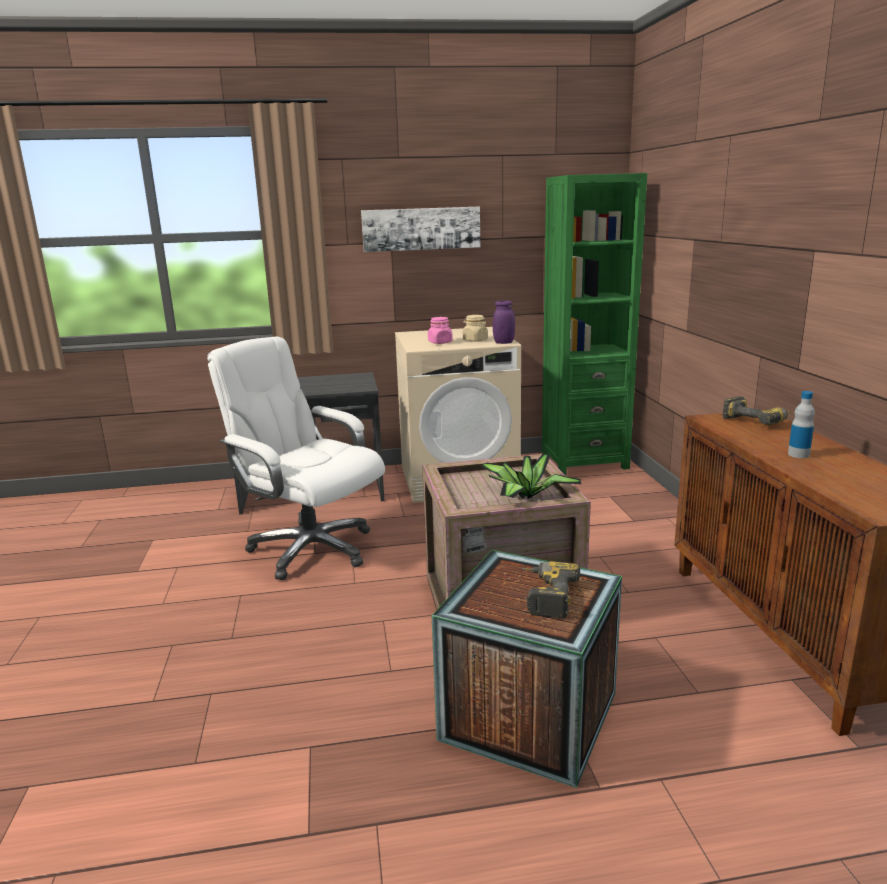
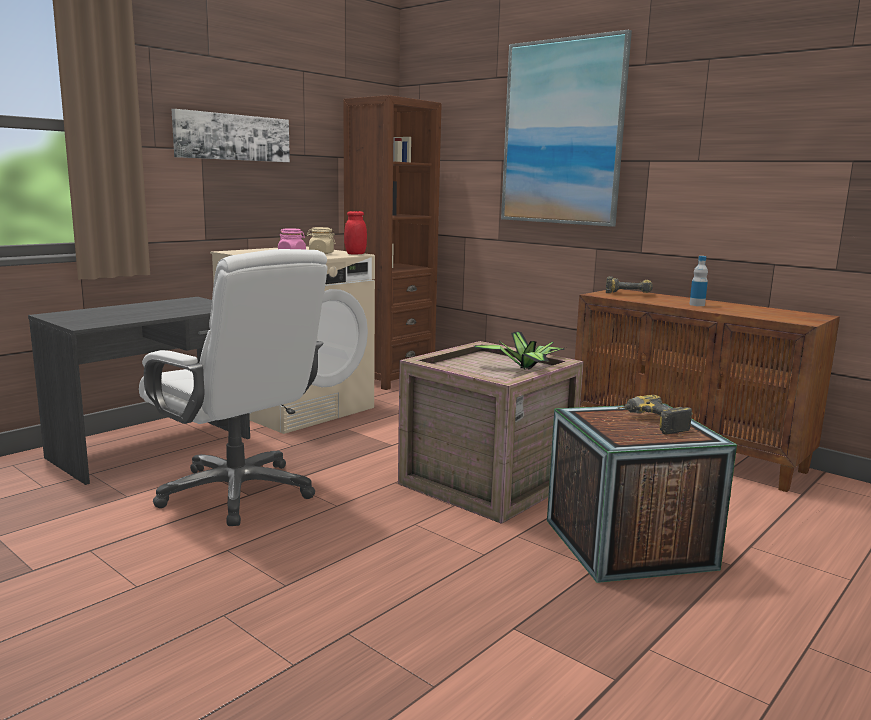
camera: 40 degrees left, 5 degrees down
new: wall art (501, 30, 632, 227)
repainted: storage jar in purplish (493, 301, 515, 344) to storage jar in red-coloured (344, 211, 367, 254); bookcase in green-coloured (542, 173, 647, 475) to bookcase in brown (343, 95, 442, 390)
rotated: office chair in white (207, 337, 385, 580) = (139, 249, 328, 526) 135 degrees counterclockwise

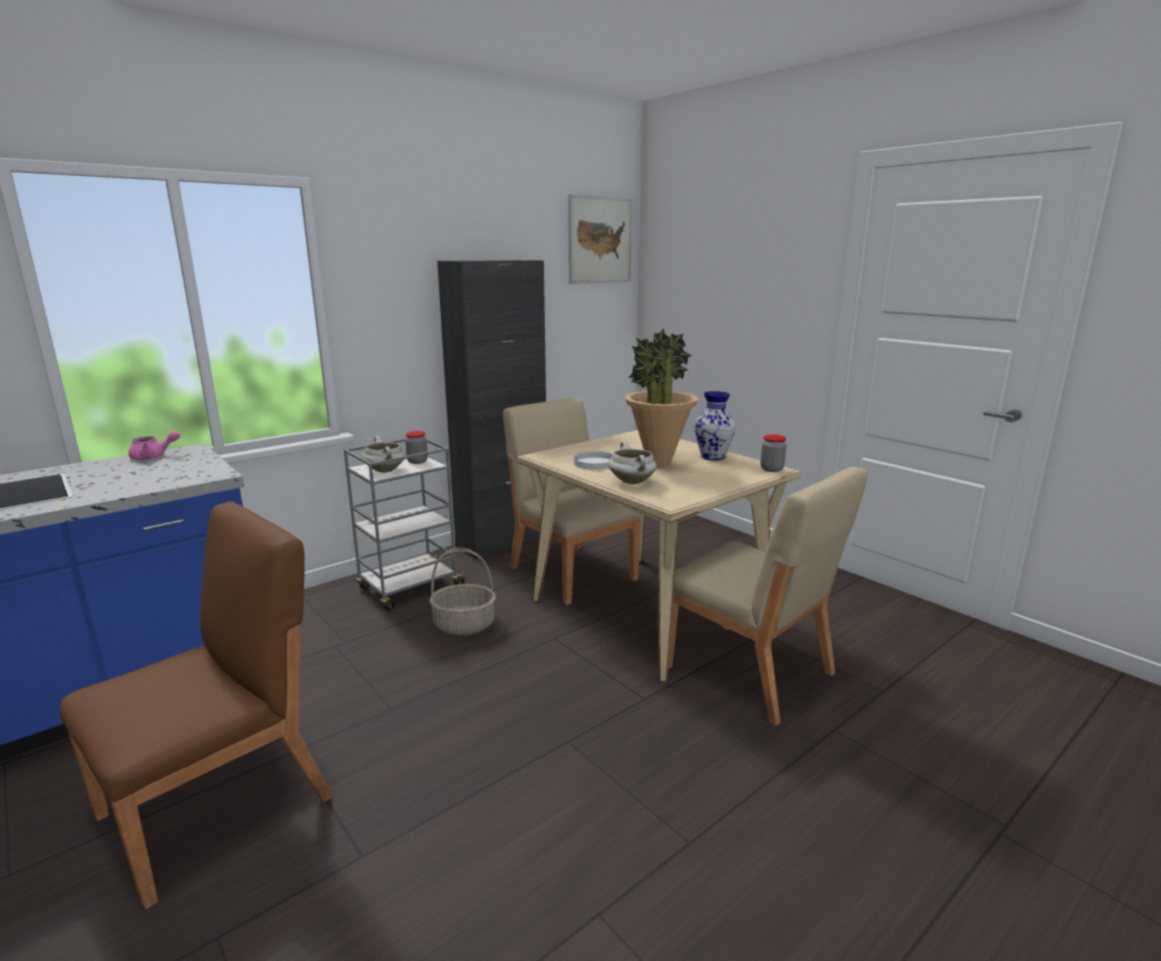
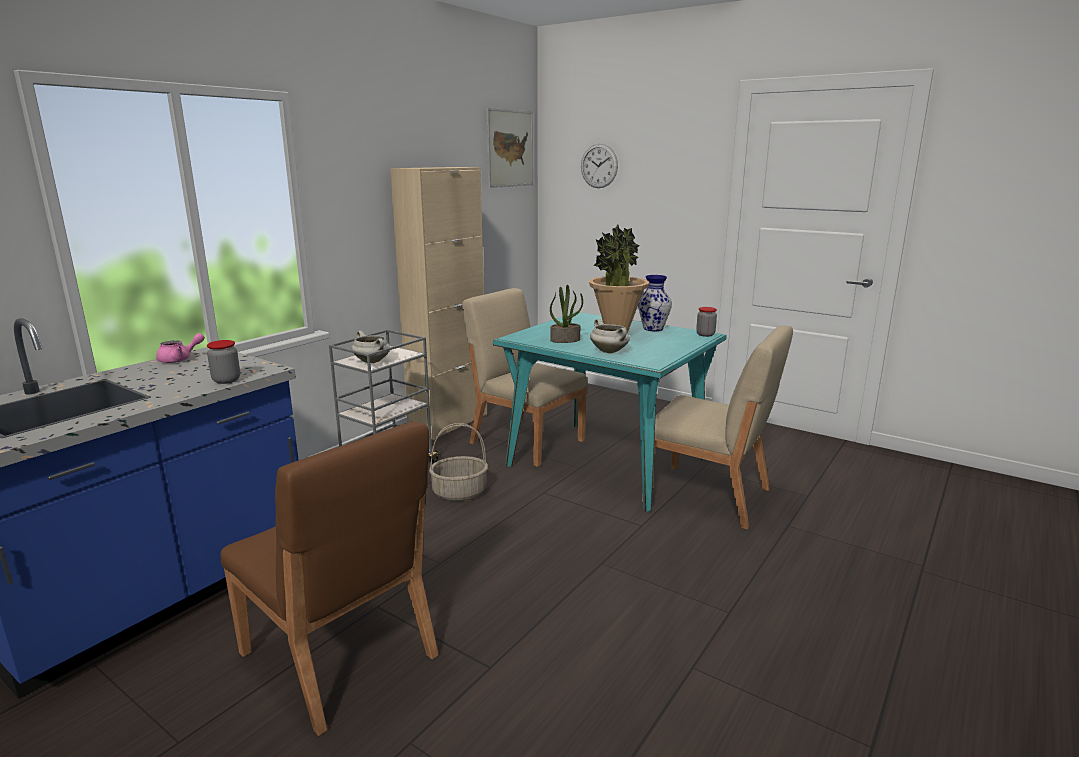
camera: 15 degrees left, 0 degrees up
new: hanging clock (581, 144, 618, 188)
shifted: storage jar (405, 431, 428, 464) to (207, 340, 240, 384)
swapped: plate in white (574, 451, 613, 470) to houseplant (550, 285, 583, 343)
repainted: storage cabinet in black (437, 260, 546, 559) to storage cabinet in beige-coloured (390, 167, 487, 440); dinner table in beige-coloured (517, 430, 801, 681) to dinner table in turquoise-coloured (493, 312, 727, 512)
rotated: plain chair in brown (60, 501, 333, 909) = (220, 421, 439, 736) 105 degrees clockwise

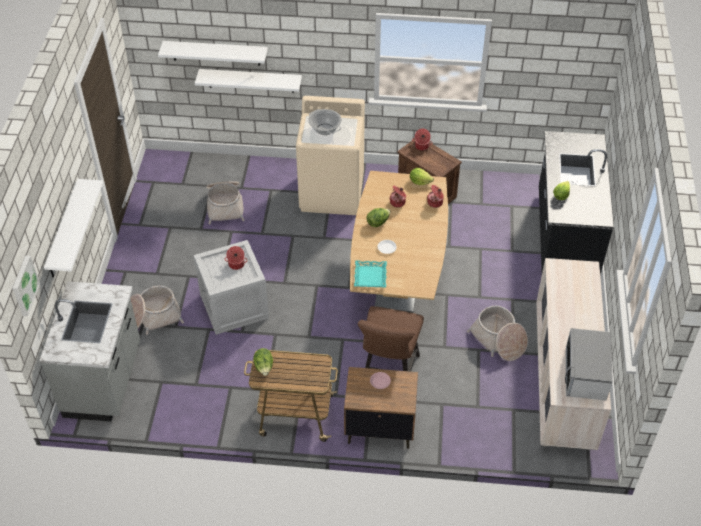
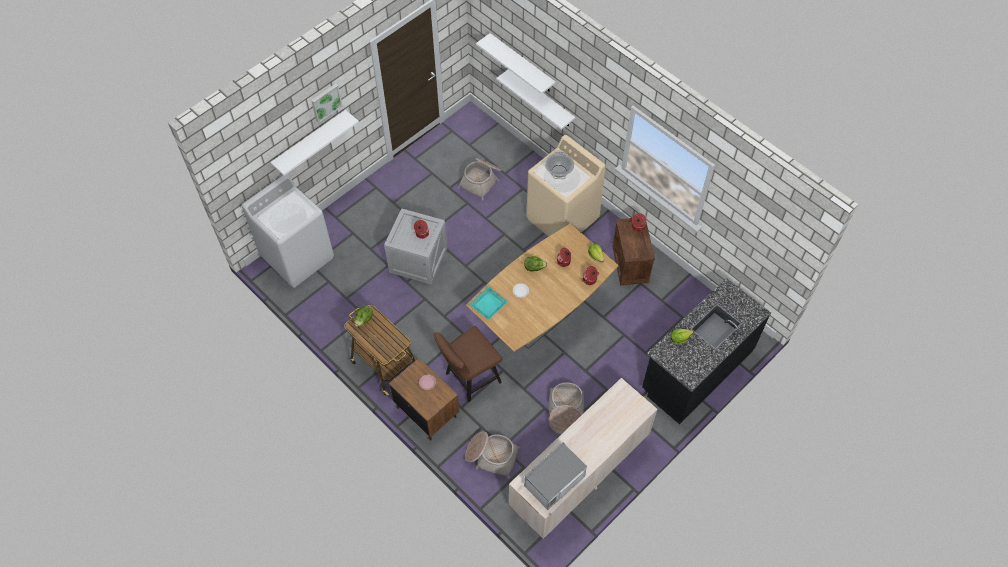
camera: 40 degrees right, 10 degrees up
shifted: wall art (12, 255, 40, 316) to (311, 84, 343, 123); household basket (130, 286, 184, 334) to (465, 431, 520, 479)
swapped: kitchen counter in greyish (39, 281, 140, 422) to laundry machine in white (241, 174, 334, 288)

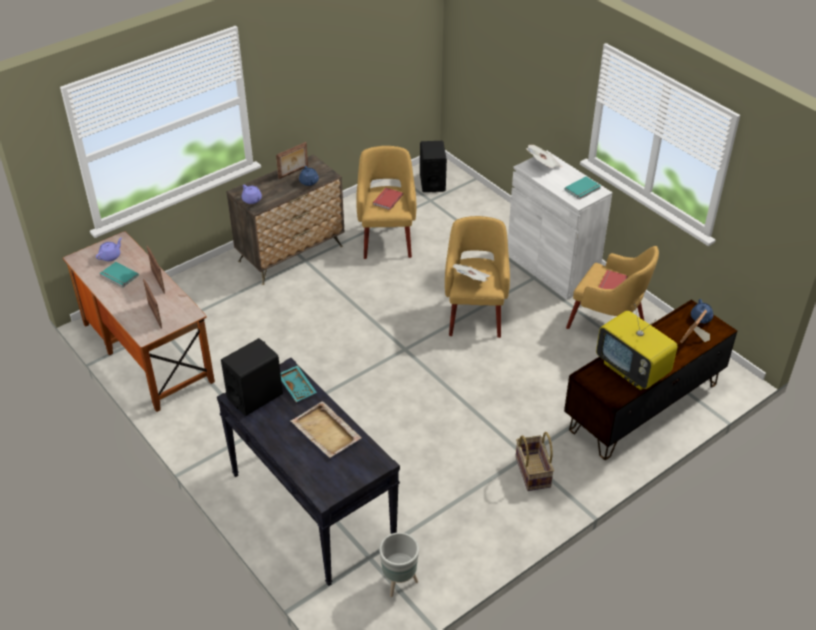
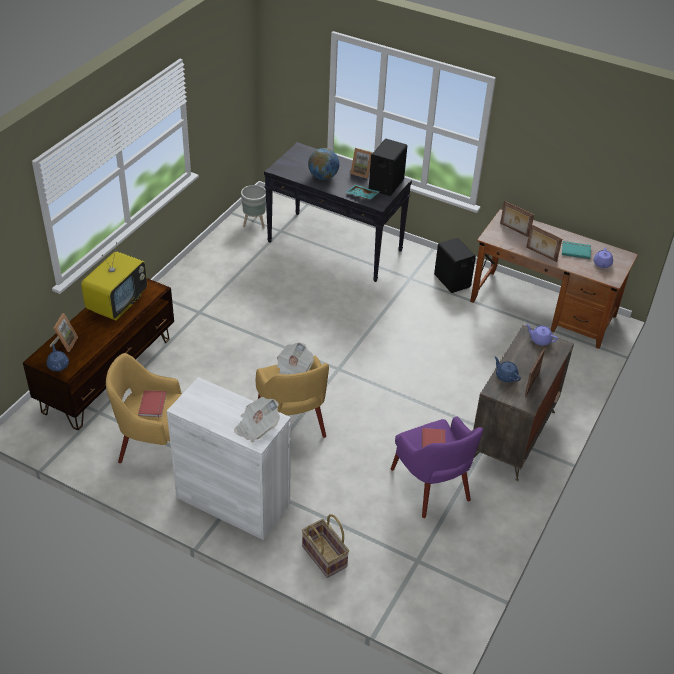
camera: 155 degrees right, 0 degrees up
gone: book in turquoise-coloured (565, 176, 601, 200)
new: photo frame (350, 148, 373, 179)
shifted: loudspeaker in black (420, 141, 447, 192) to (434, 238, 476, 293); household basket (515, 432, 554, 491) to (302, 514, 349, 578)
swapped: carrying tray in beige-coloured (290, 401, 362, 458) to desk globe (308, 148, 339, 180)
repainted: armchair in yellow-coloured (356, 146, 417, 259) to armchair in purplish (391, 416, 483, 518)
rotated: television (596, 304, 677, 390) = (81, 242, 147, 320) 90 degrees clockwise

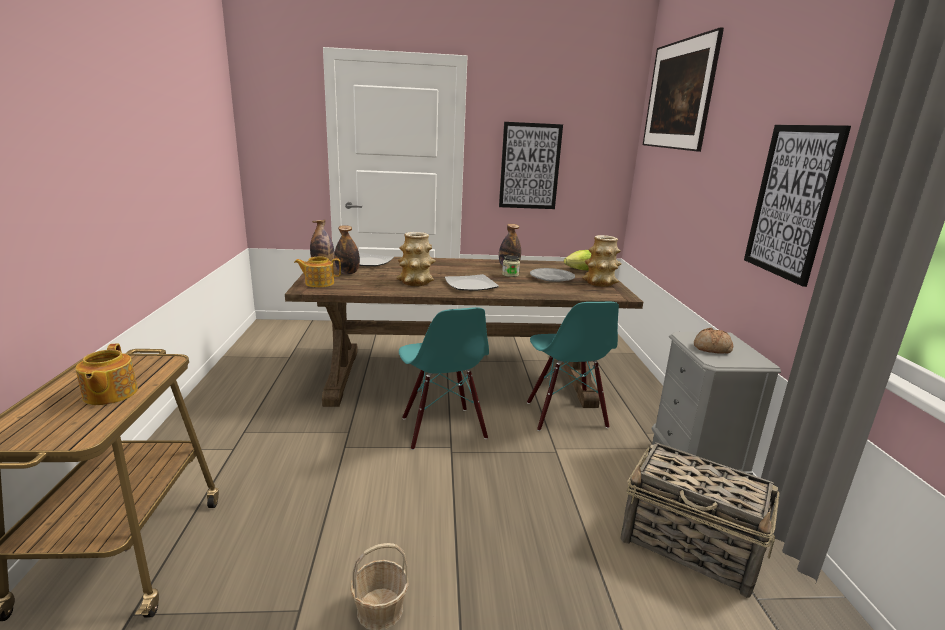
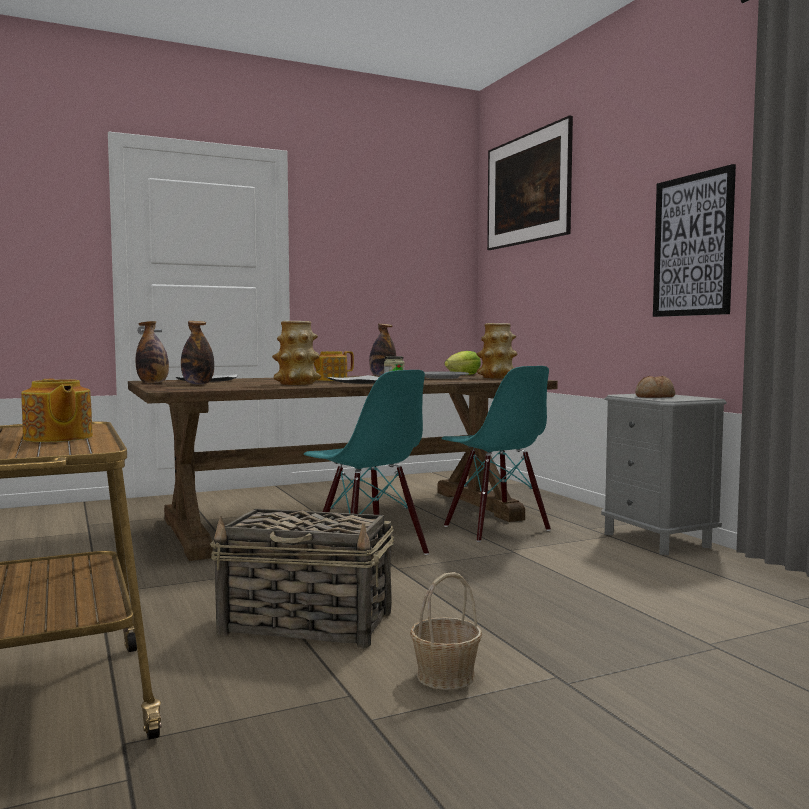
camera: 20 degrees left, 15 degrees down
gone: wall art (499, 122, 563, 209)
shifted: pot for tea (294, 257, 341, 288) to (314, 351, 354, 381); household basket (621, 442, 780, 598) to (210, 509, 394, 649)

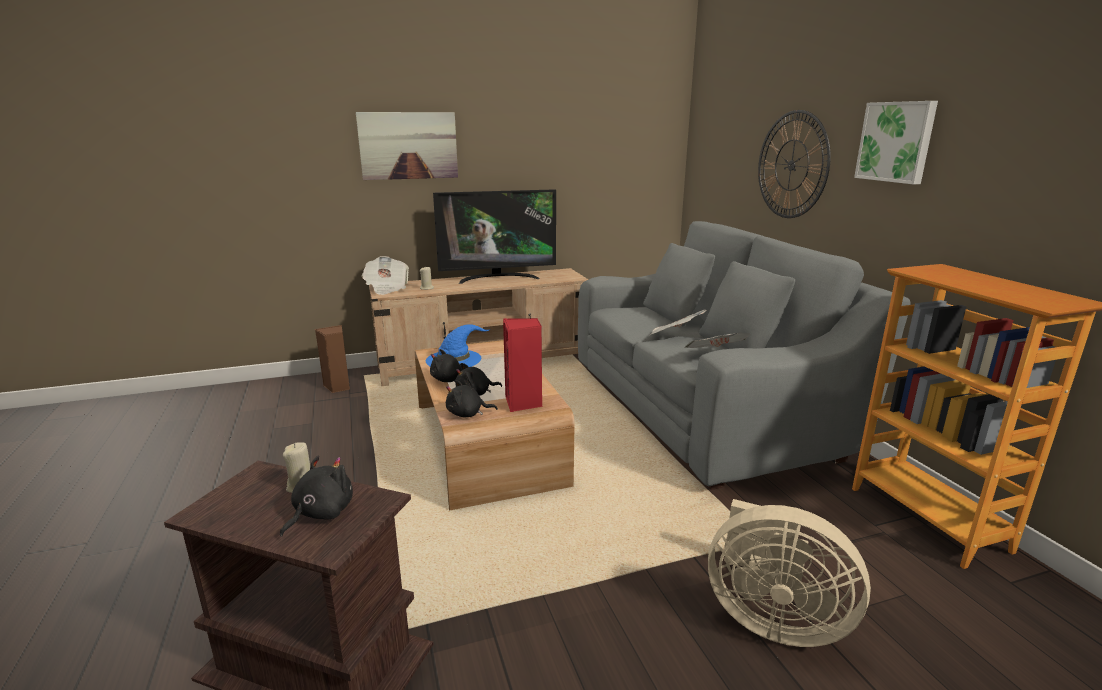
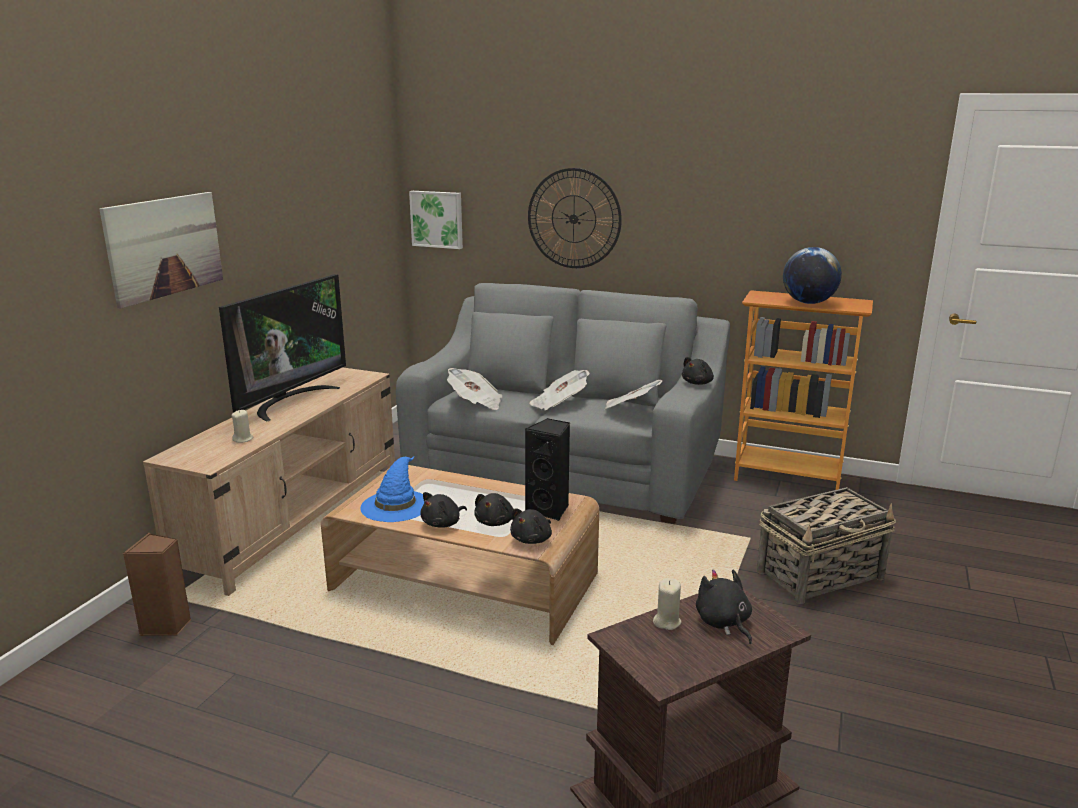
camera: 50 degrees left, 0 degrees up
new: plush toy in black (682, 357, 714, 385); desk globe (783, 247, 842, 304)
shifted: printed paper (362, 256, 409, 295) to (447, 368, 502, 410); wall art (854, 101, 938, 184) to (409, 191, 463, 249)
swapped: cooling fan in beige-coloured (708, 499, 871, 647) to household basket (756, 487, 896, 604)
repainted: loudspeaker in red-coloured (503, 318, 542, 412) to loudspeaker in black (525, 418, 570, 520)

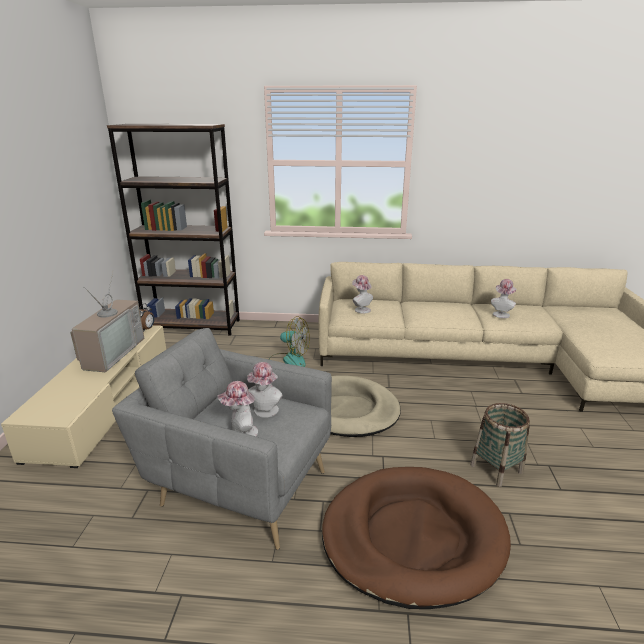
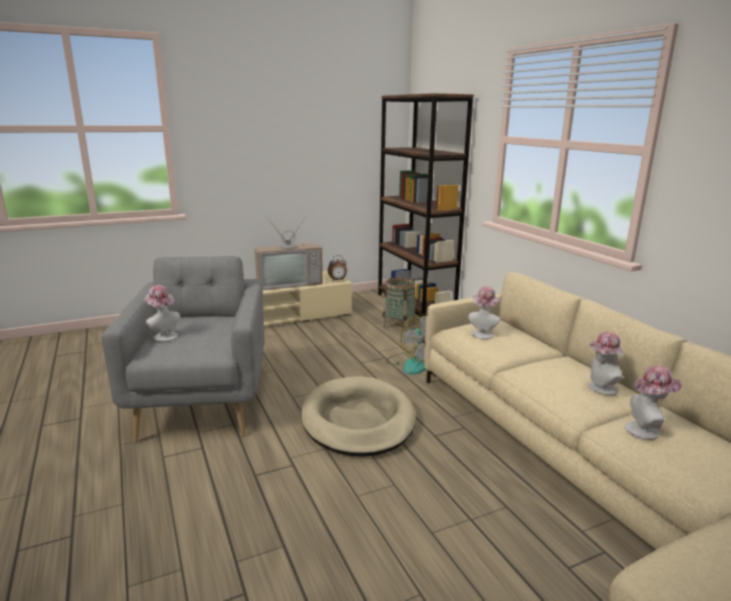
camera: 60 degrees right, 5 degrees down
gone: pet bed in brown (322, 467, 511, 609)
shifted: hat (247, 362, 283, 418) to (588, 332, 625, 395); household basket (470, 403, 530, 487) to (382, 277, 416, 332)

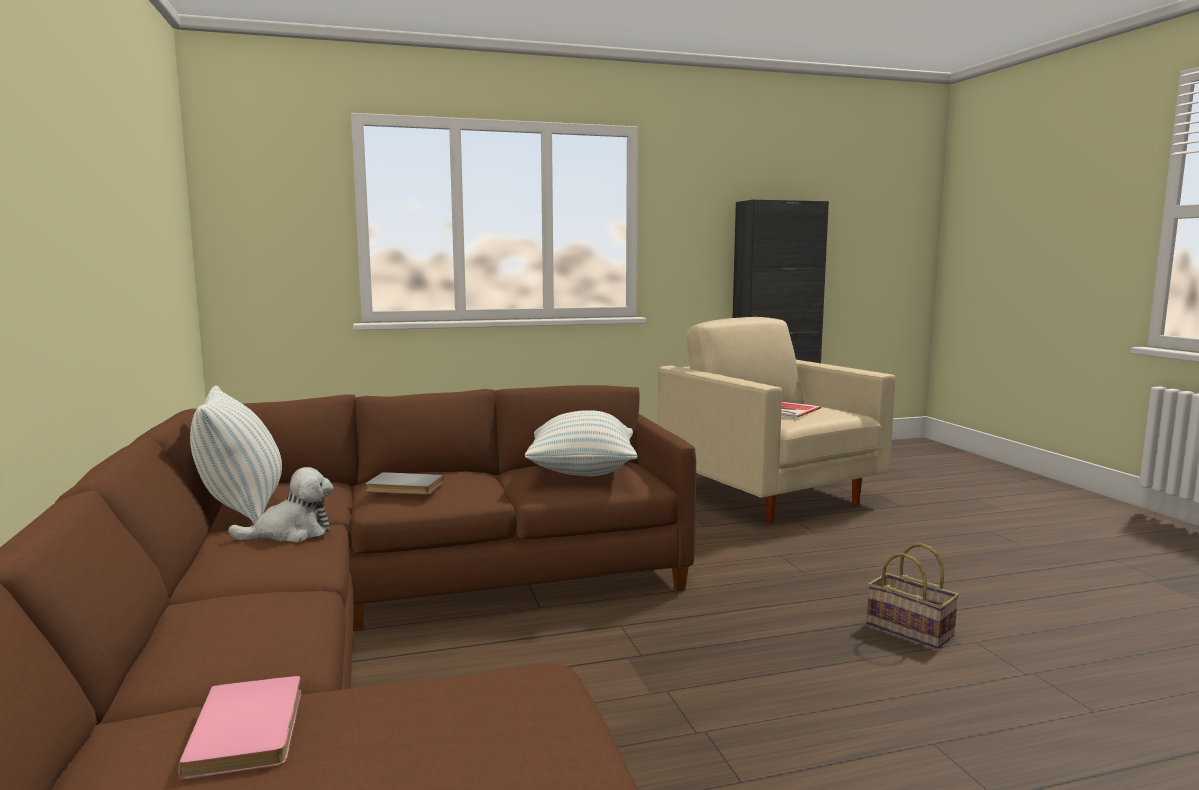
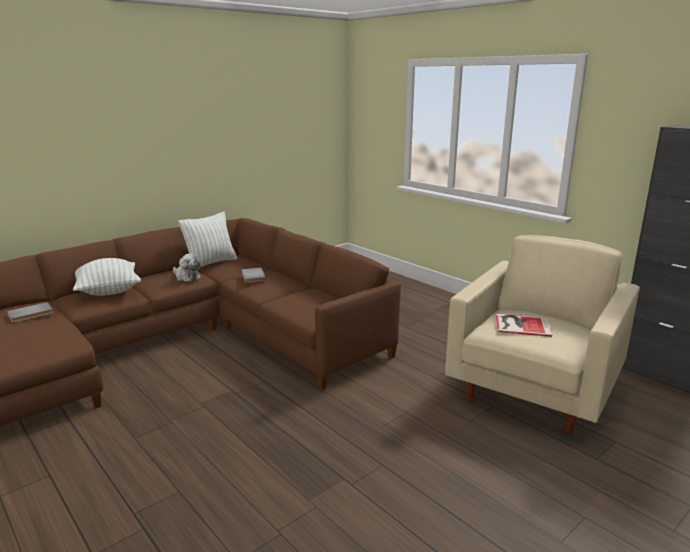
camera: 65 degrees right, 10 degrees up
gone: household basket (867, 543, 959, 649)
shifted: pillow (525, 410, 637, 476) to (73, 258, 141, 296)
repainted: book in pinkish (178, 676, 301, 779) to book in greyish (7, 302, 53, 323)

